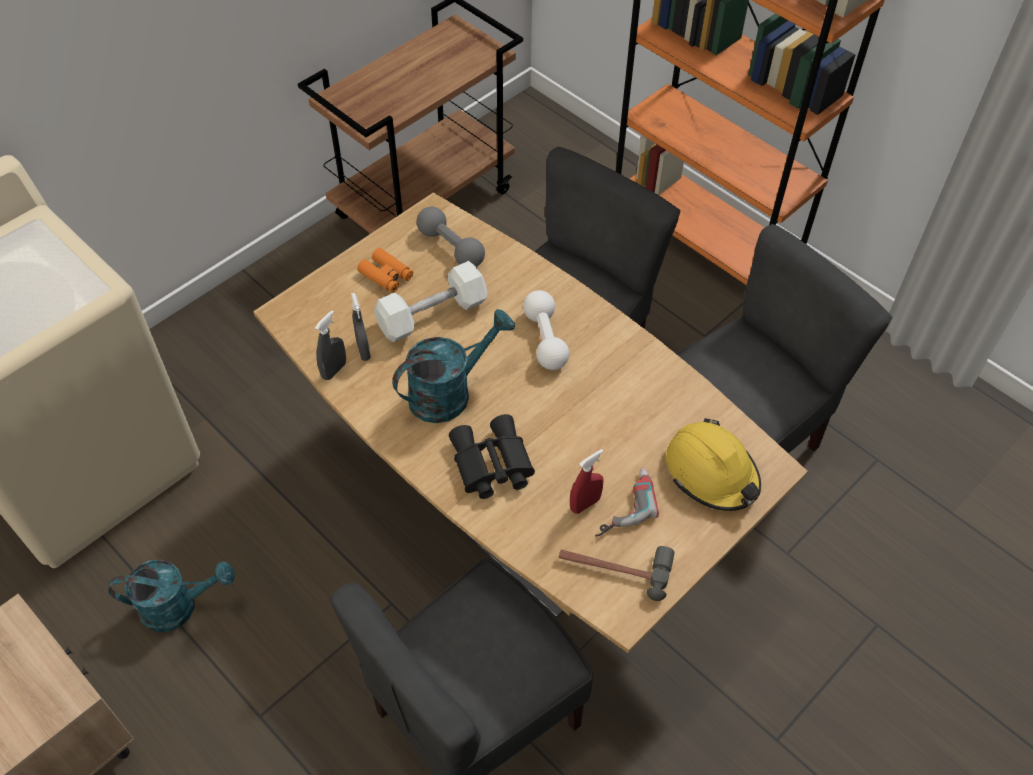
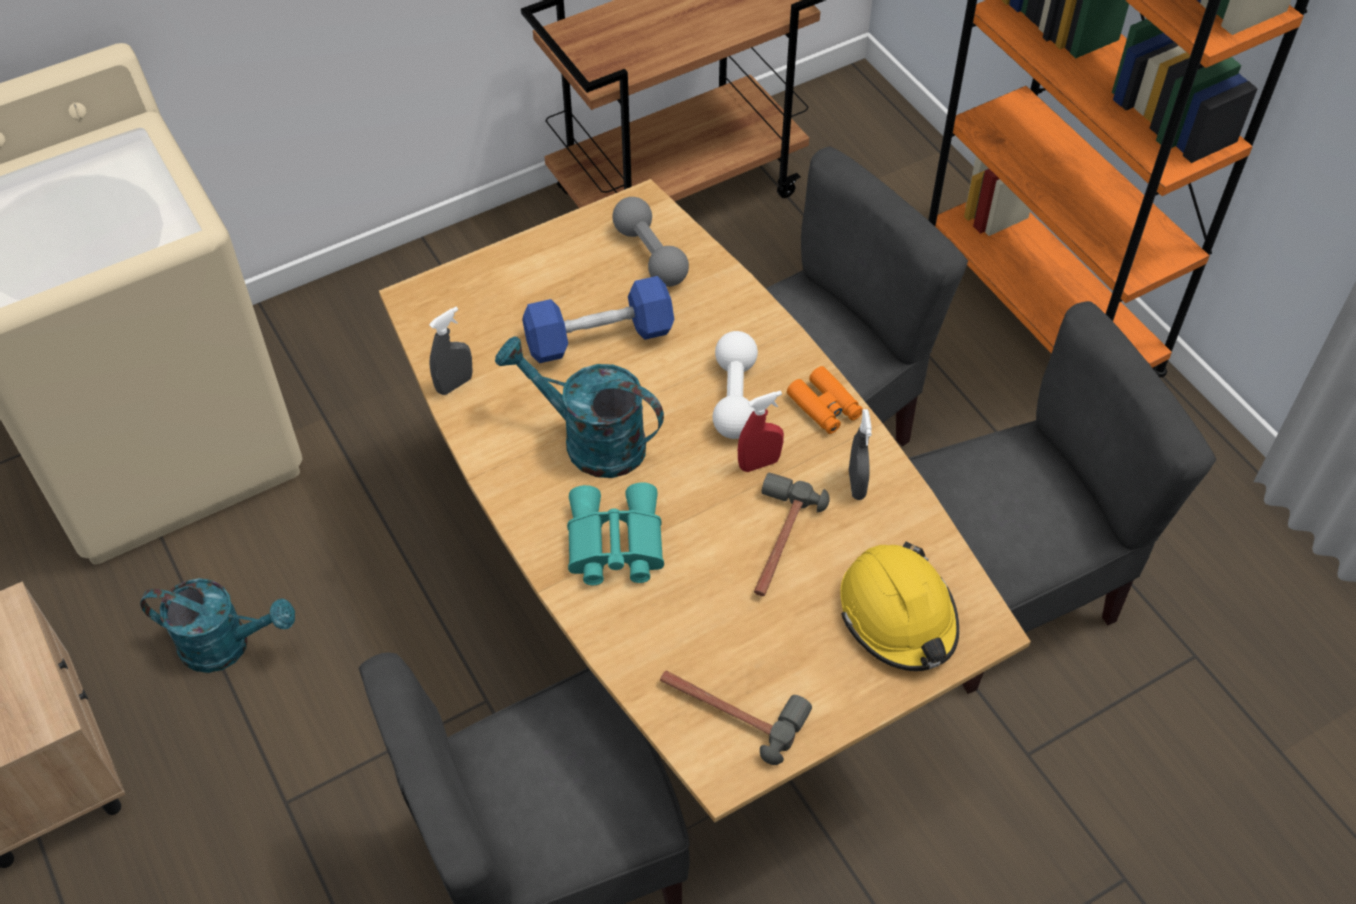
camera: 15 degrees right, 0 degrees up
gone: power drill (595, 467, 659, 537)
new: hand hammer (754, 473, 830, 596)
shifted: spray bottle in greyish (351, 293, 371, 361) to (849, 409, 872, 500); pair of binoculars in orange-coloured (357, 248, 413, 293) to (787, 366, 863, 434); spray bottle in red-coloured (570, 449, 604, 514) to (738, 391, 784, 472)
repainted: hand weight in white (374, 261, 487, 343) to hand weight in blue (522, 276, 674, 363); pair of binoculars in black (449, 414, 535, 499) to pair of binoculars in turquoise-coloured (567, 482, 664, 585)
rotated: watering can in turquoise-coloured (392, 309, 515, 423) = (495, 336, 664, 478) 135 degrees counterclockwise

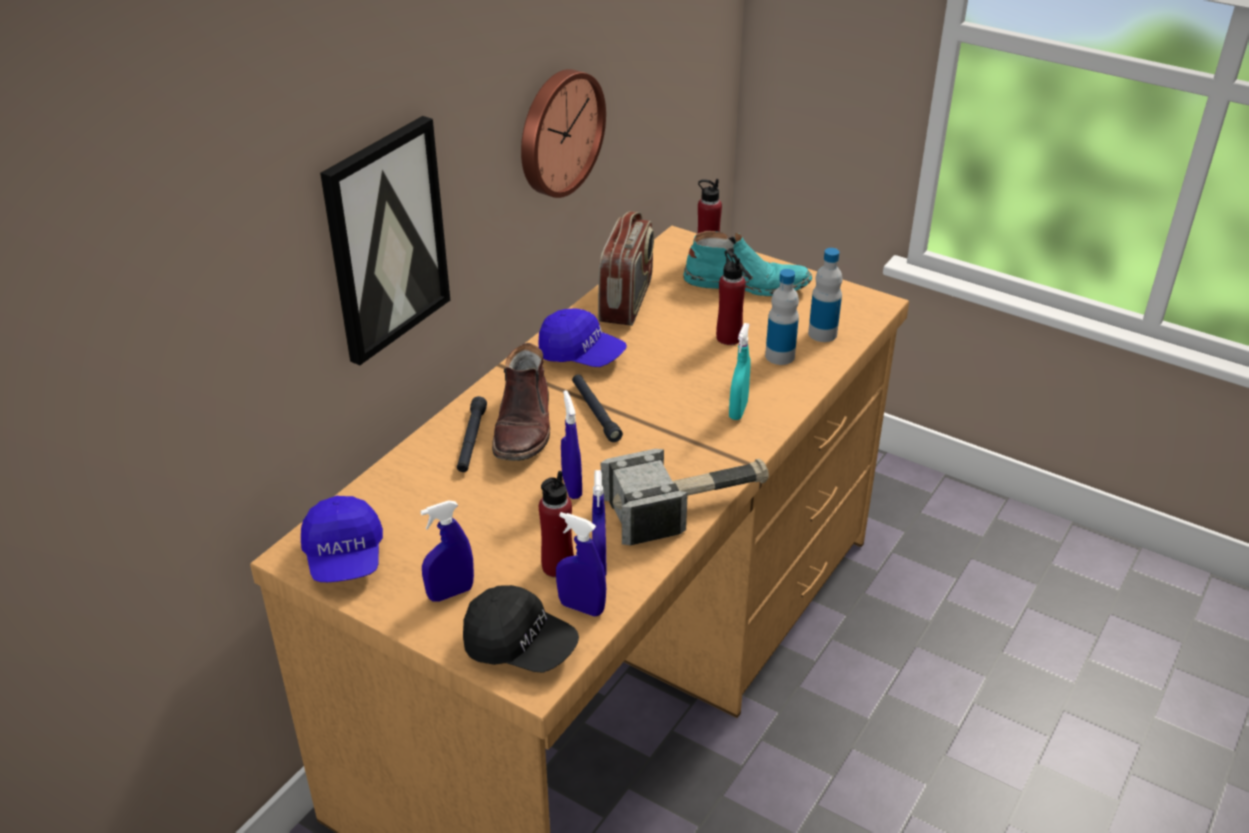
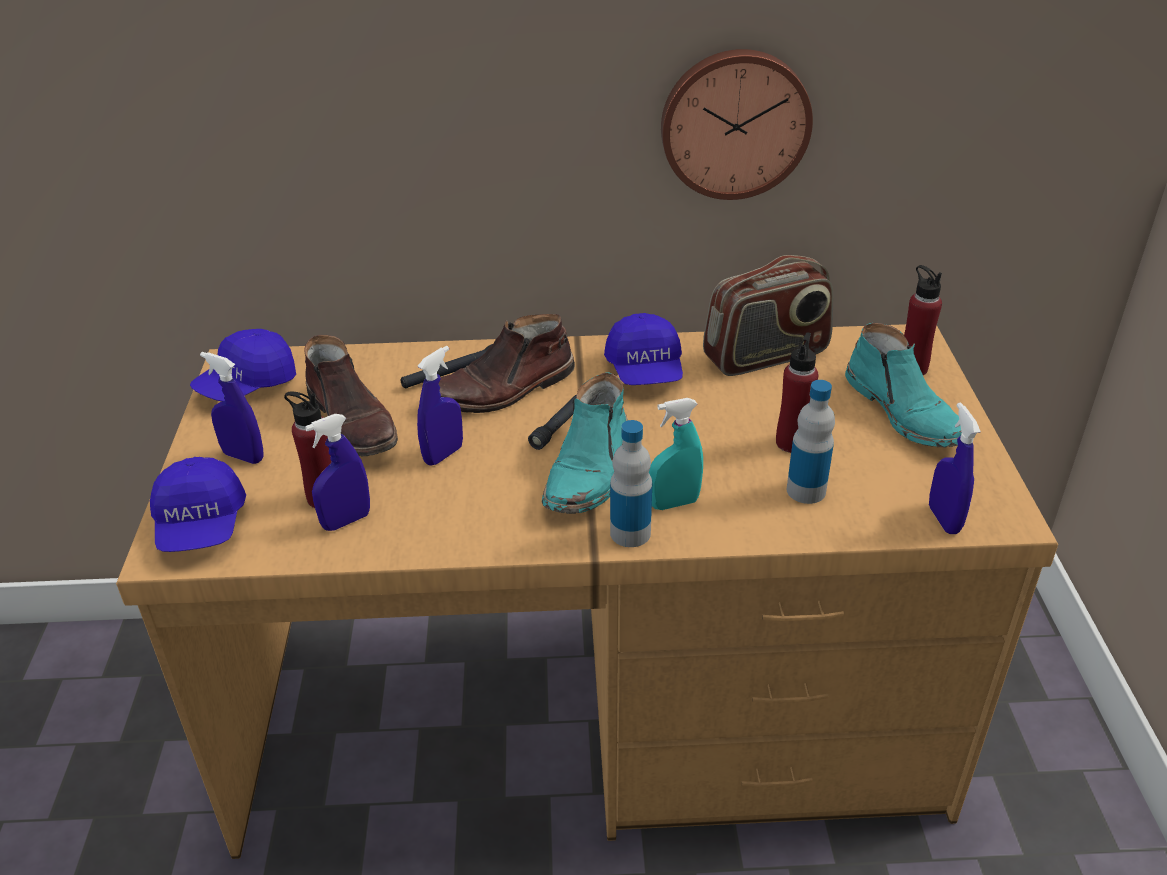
camera: 55 degrees right, 0 degrees up
gone: wall art (320, 116, 450, 365); hand hammer (601, 449, 769, 545)
new: boot in brown (304, 335, 398, 456); boot in turquoise-coloured (542, 372, 628, 514)
shifted: spray bottle in blue (556, 512, 606, 617) to (929, 402, 981, 534); beverage bottle (808, 248, 842, 342) to (610, 420, 652, 547)
repainted: cap in black (463, 585, 579, 673) to cap in blue (150, 457, 246, 552)

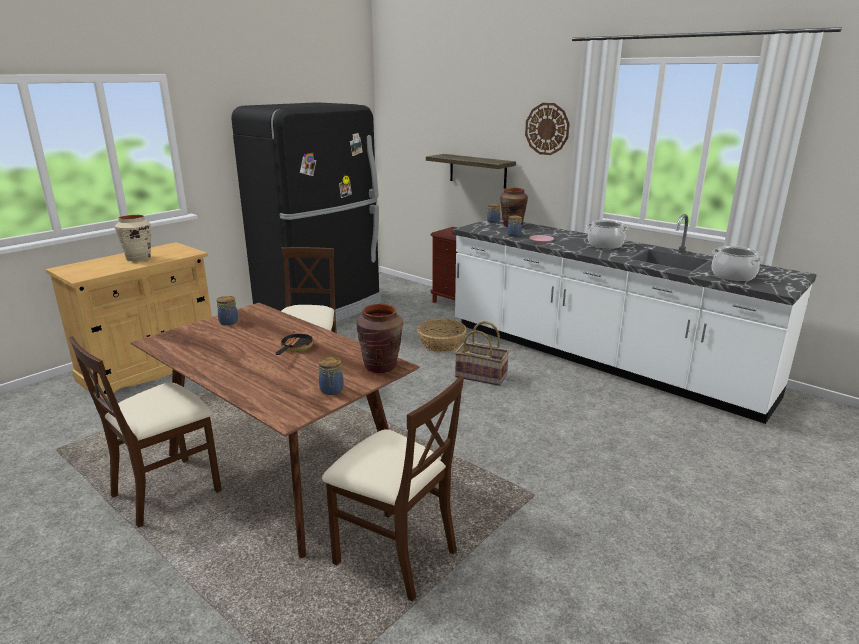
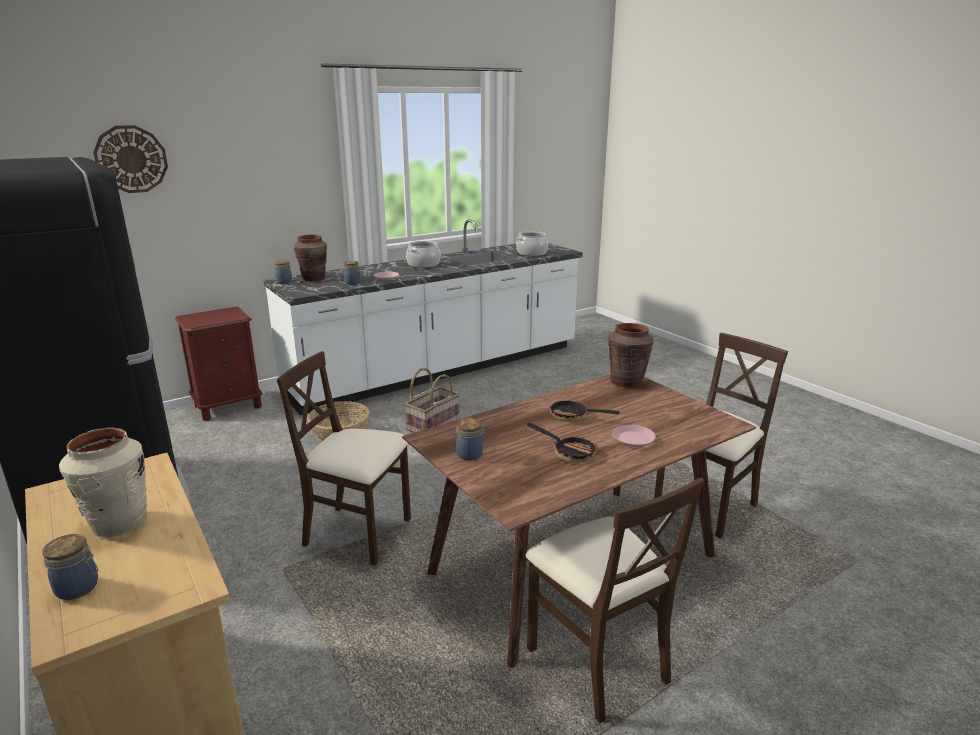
camera: 75 degrees left, 0 degrees up
gone: bracket shelf (426, 154, 516, 189)
new: pan (527, 423, 597, 463); plate in pinkish (613, 425, 656, 447)
shifted: storage jar (318, 357, 344, 395) to (42, 534, 99, 600); hanging clock (525, 103, 570, 155) to (93, 125, 168, 193)

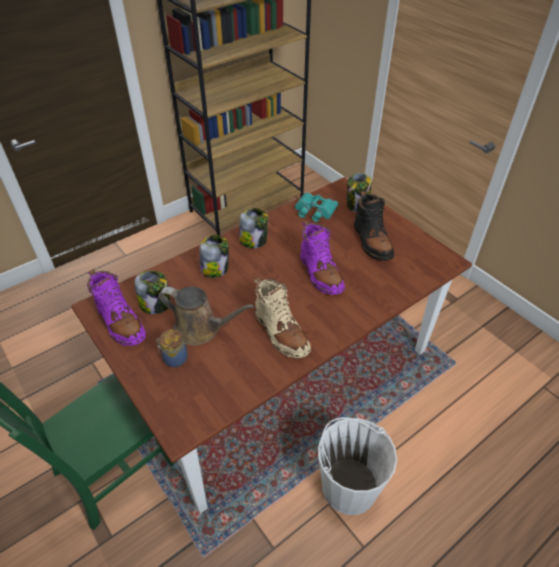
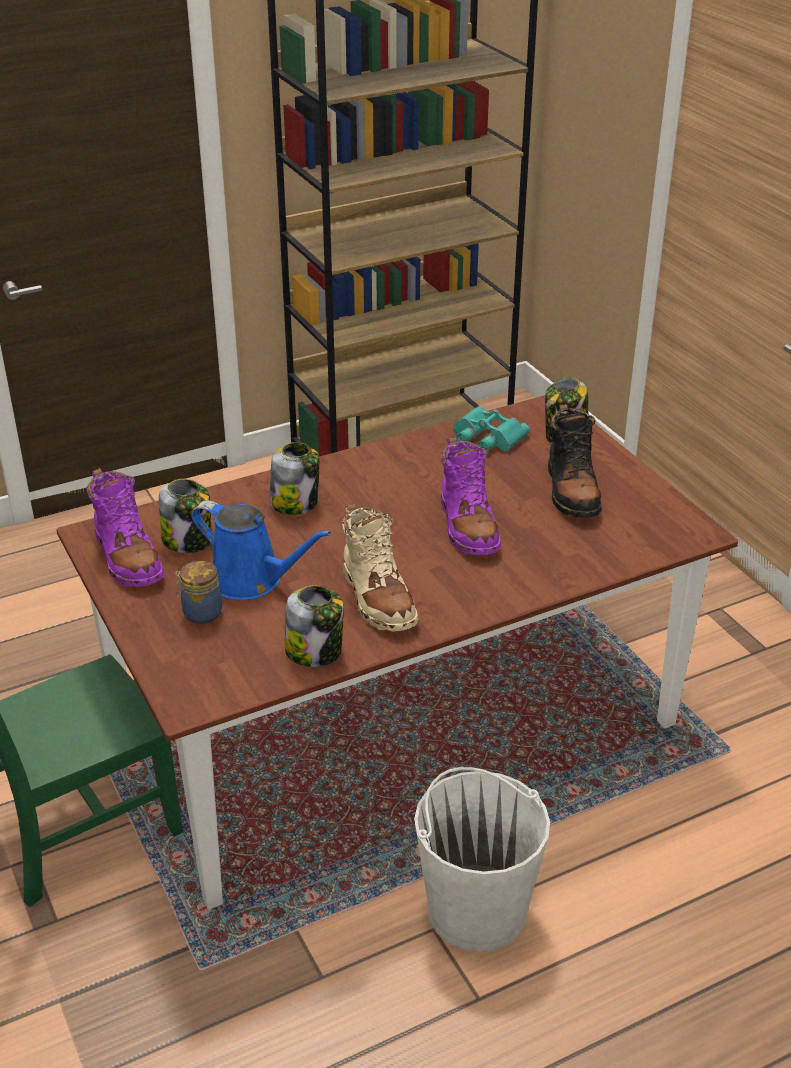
camera: 10 degrees right, 10 degrees down
shifted: storage jar (239, 208, 268, 248) to (285, 585, 344, 667)
repainted: watering can in brown (158, 286, 254, 345) to watering can in blue (192, 500, 331, 600)

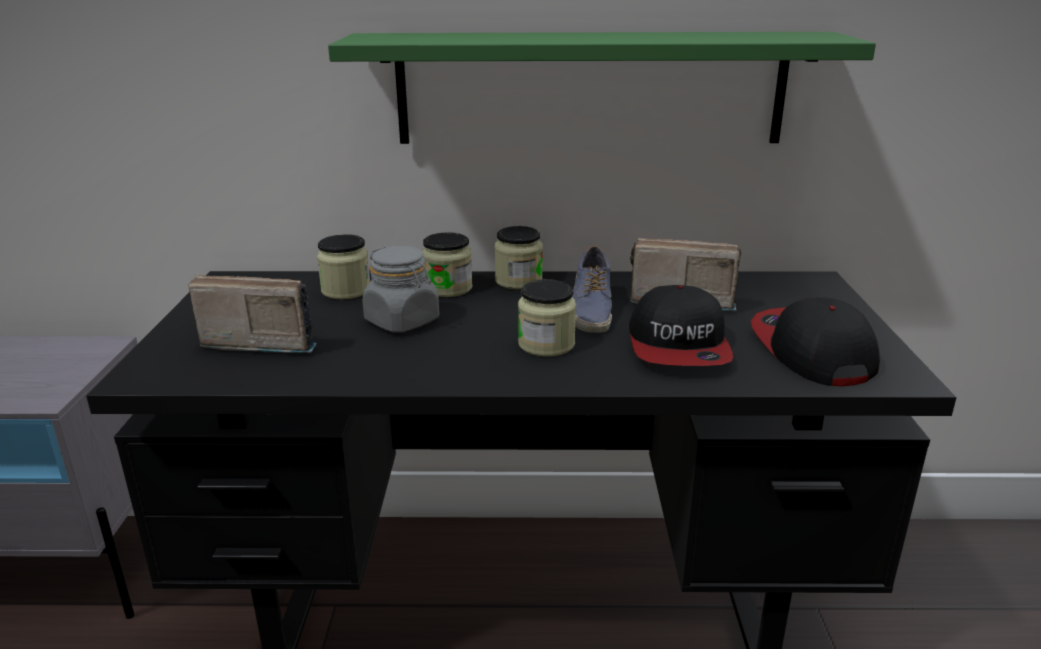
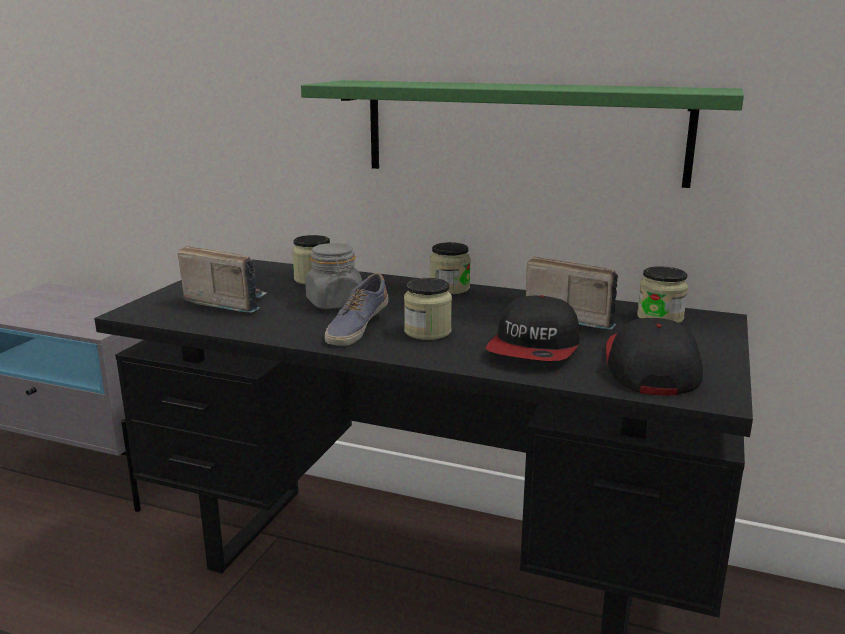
camera: 20 degrees right, 5 degrees down
shifted: storage jar (422, 232, 473, 297) to (637, 266, 688, 323); shoe (572, 245, 612, 333) to (325, 273, 389, 346)

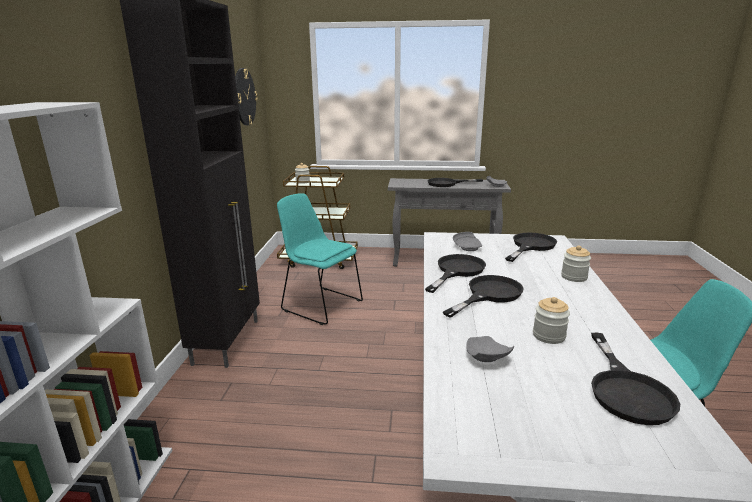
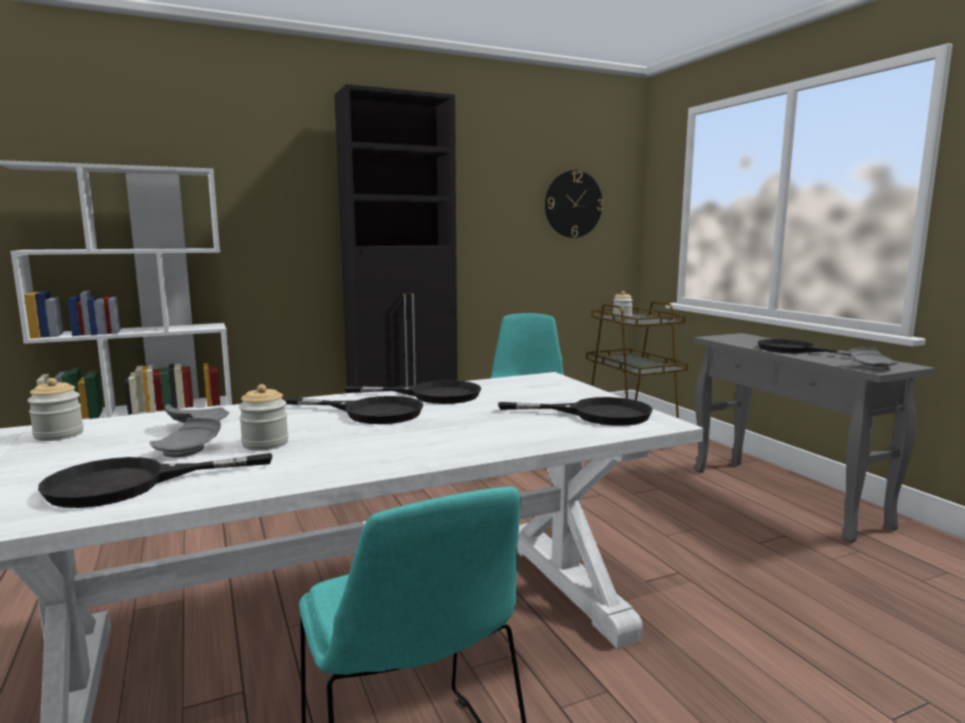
camera: 60 degrees right, 10 degrees down
shifted: plate in greyish (453, 232, 482, 251) to (149, 418, 221, 458); storage jar (561, 245, 591, 282) to (27, 378, 84, 441)

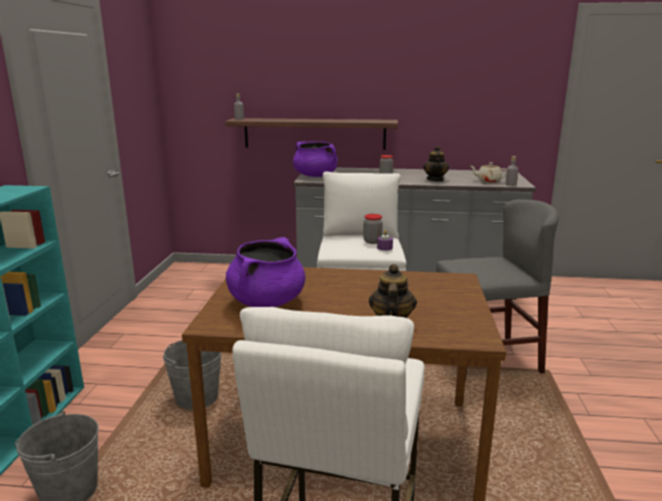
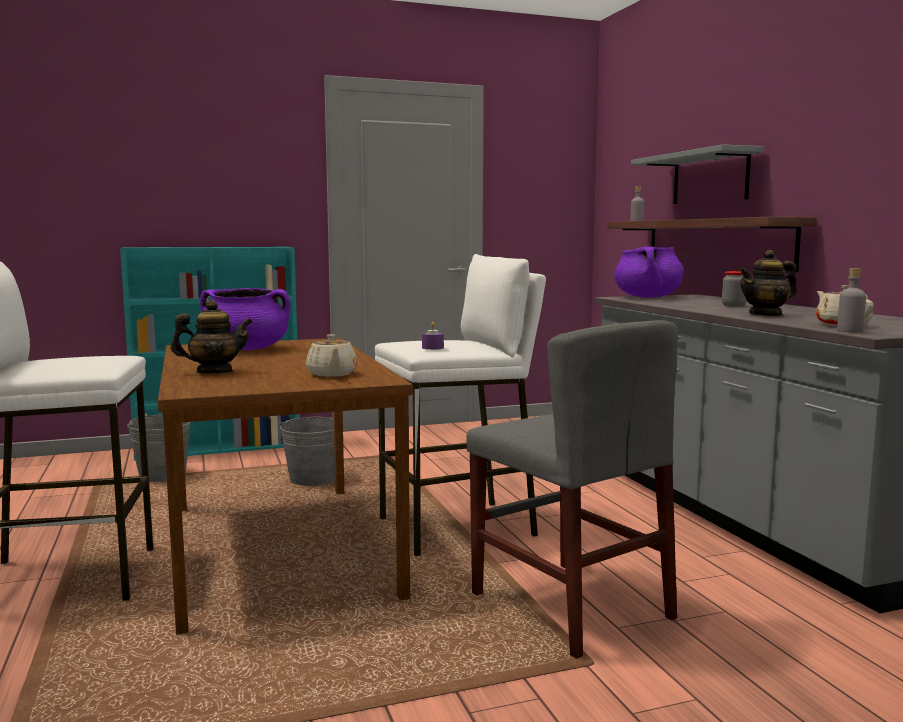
camera: 65 degrees right, 10 degrees down
gone: storage jar (363, 214, 383, 244)
new: pot for tea in beige-coloured (306, 334, 357, 377); bracket shelf in greyish (631, 144, 764, 204)

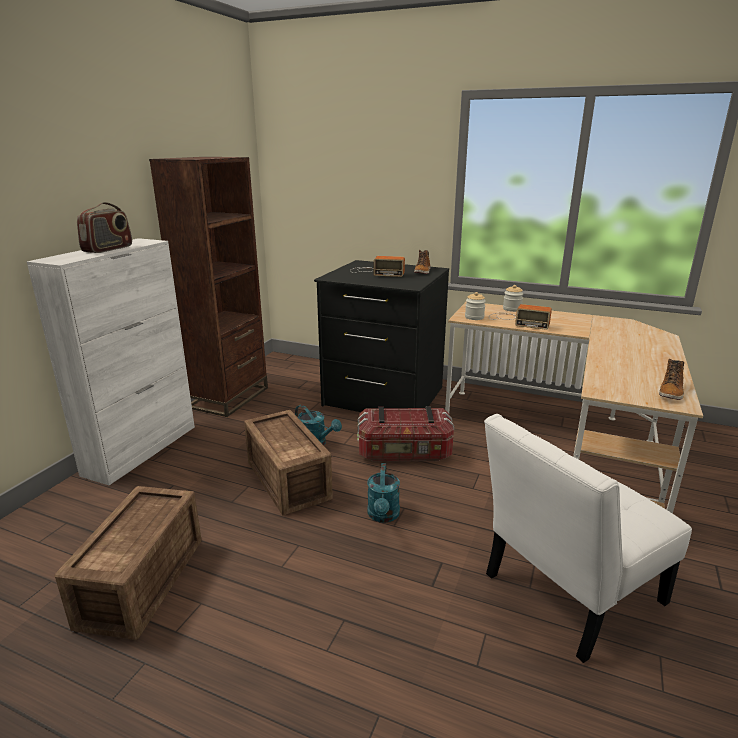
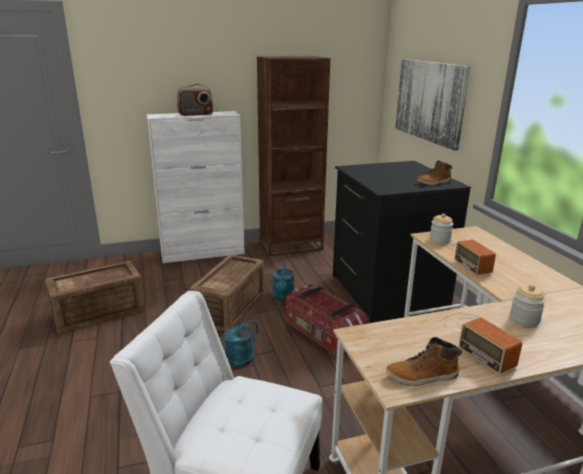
camera: 50 degrees right, 0 degrees up
new: wall art (395, 59, 470, 151)
shifted: radio set (350, 256, 405, 277) to (443, 313, 522, 374); storage jar (503, 285, 523, 312) to (510, 285, 546, 327)

